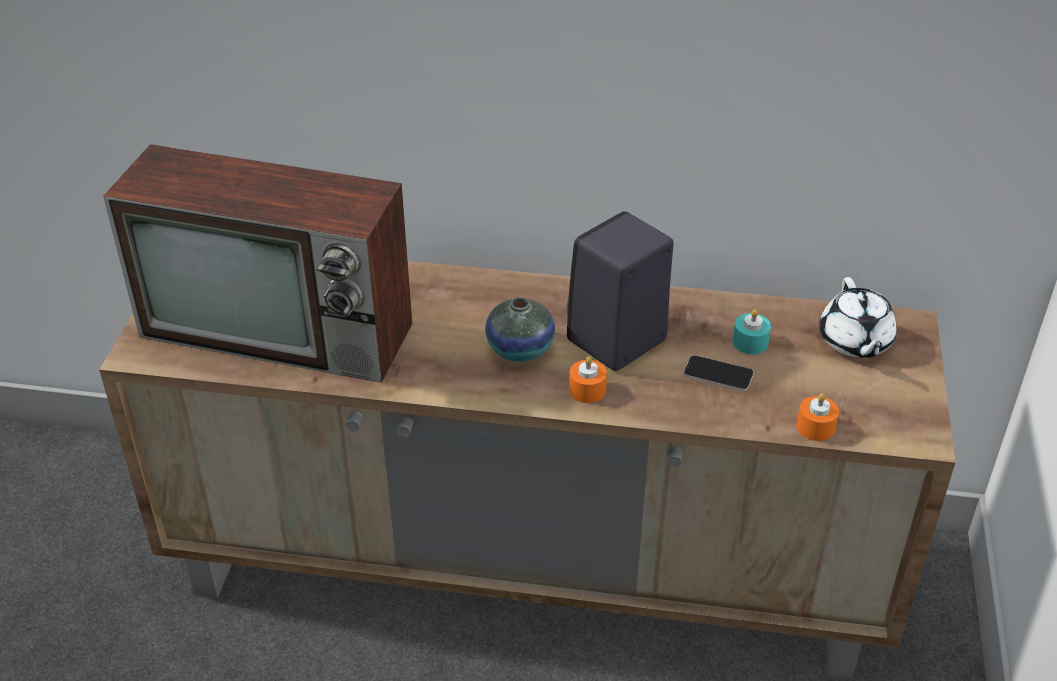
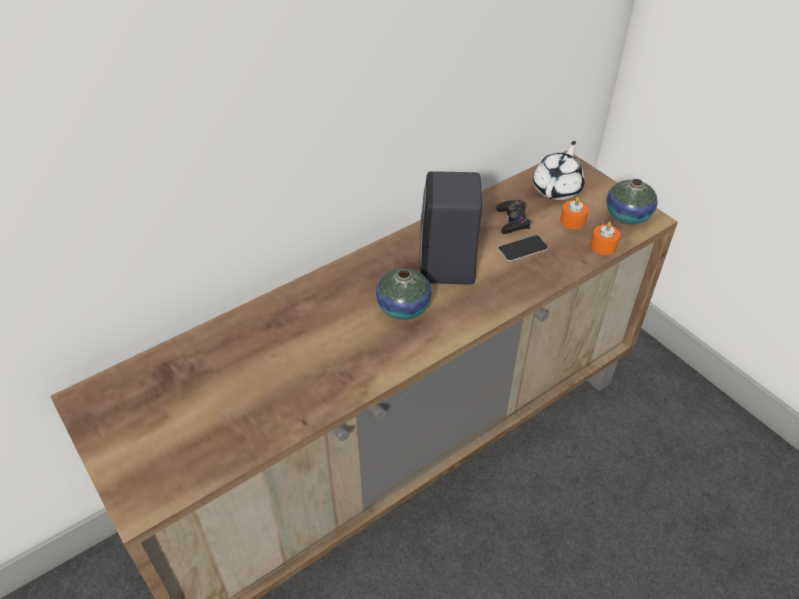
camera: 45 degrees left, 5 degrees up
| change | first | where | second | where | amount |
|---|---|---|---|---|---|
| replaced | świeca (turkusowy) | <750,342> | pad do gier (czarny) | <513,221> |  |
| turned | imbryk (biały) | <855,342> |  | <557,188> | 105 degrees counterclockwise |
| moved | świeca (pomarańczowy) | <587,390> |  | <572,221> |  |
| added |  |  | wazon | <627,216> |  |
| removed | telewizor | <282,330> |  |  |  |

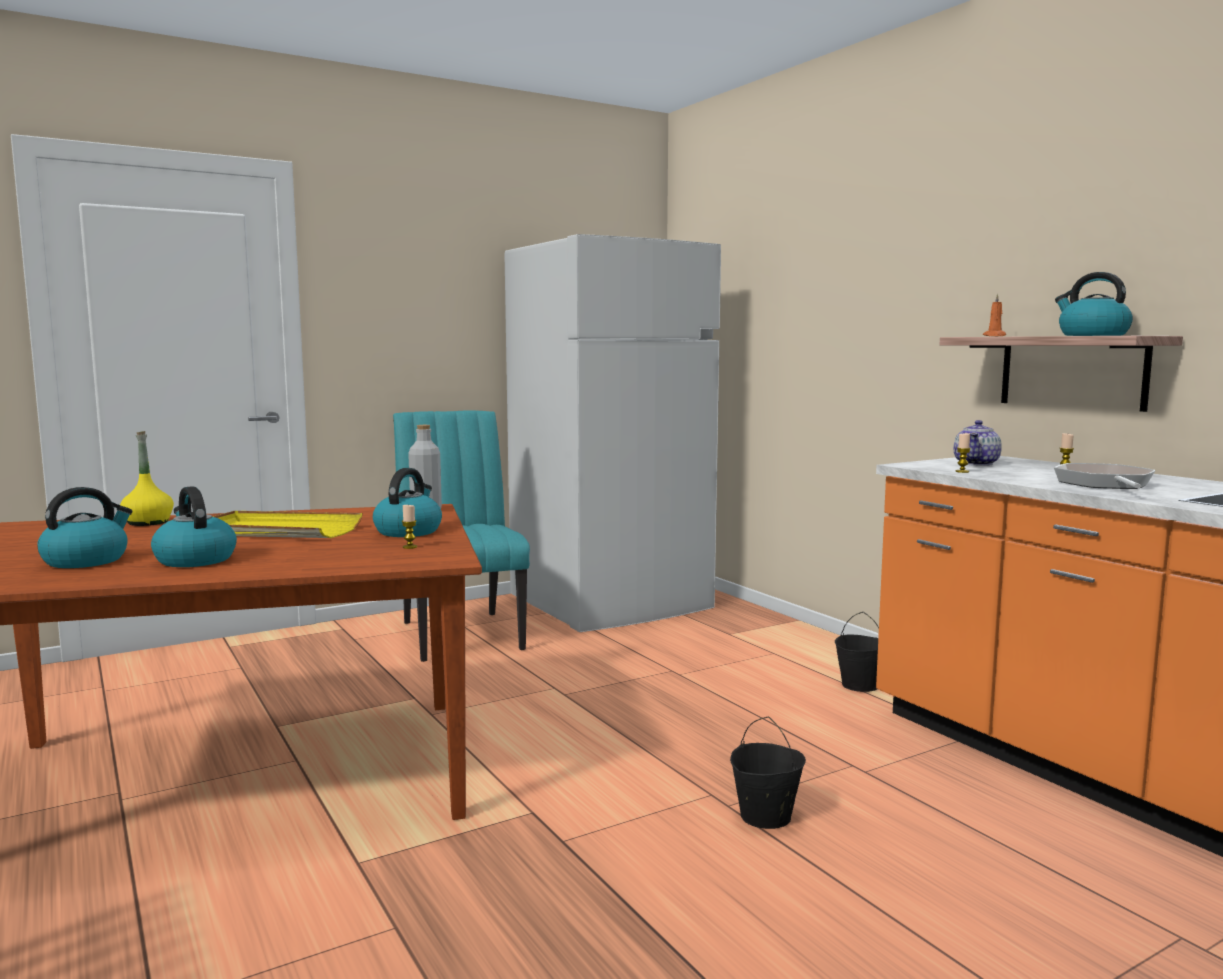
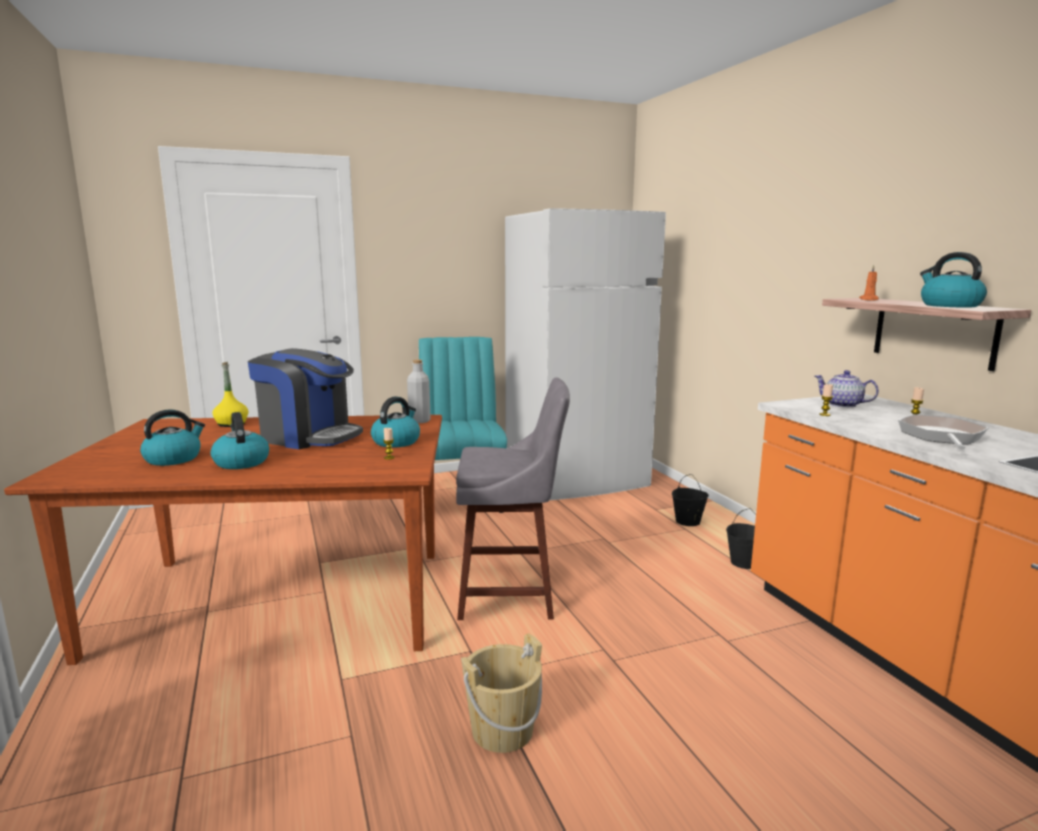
camera: 10 degrees right, 5 degrees up
| change | first | where | second | where | amount |
|---|---|---|---|---|---|
| replaced | taca (żółty) | <277,531> | ekspres do kawy | <309,437> |  |
| added |  |  | krzesło (szary) | <512,593> |  |
| added |  |  | wiadro (beżowy) | <502,730> |  |
| moved | wiadro (czarny) | <765,817> |  | <687,521> |  |
| turned | imbryk | <977,463> |  | <843,405> | 90 degrees clockwise |

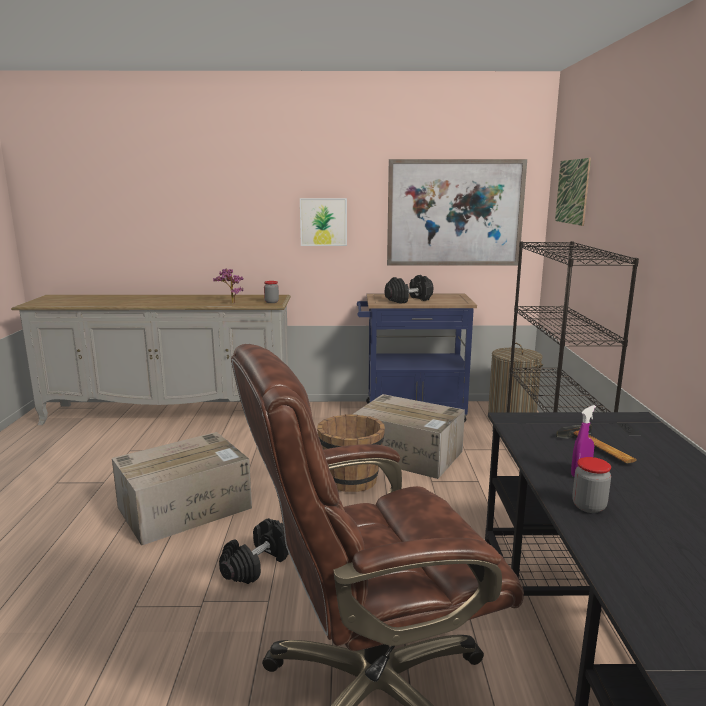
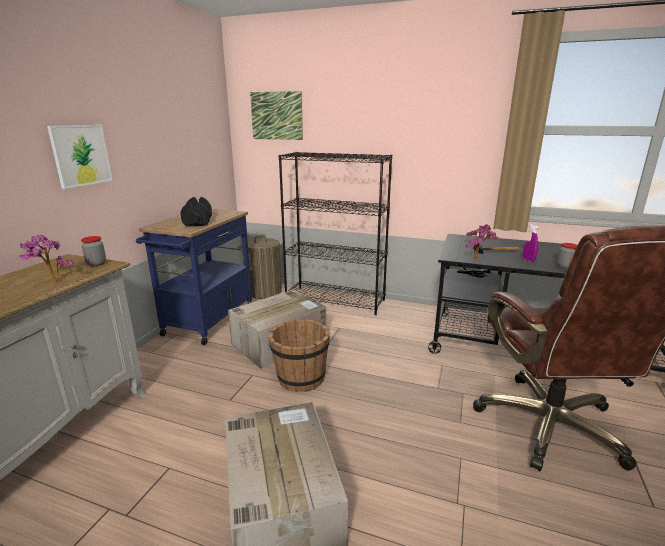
camera: 70 degrees left, 5 degrees up
| change | first | where | second | where | amount |
|---|---|---|---|---|---|
| added |  |  | roślina doniczkowa | <477,260> |  |
| removed | hantel (czarny) | <257,565> |  |  |  |
| removed | obraz | <455,213> |  |  |  |

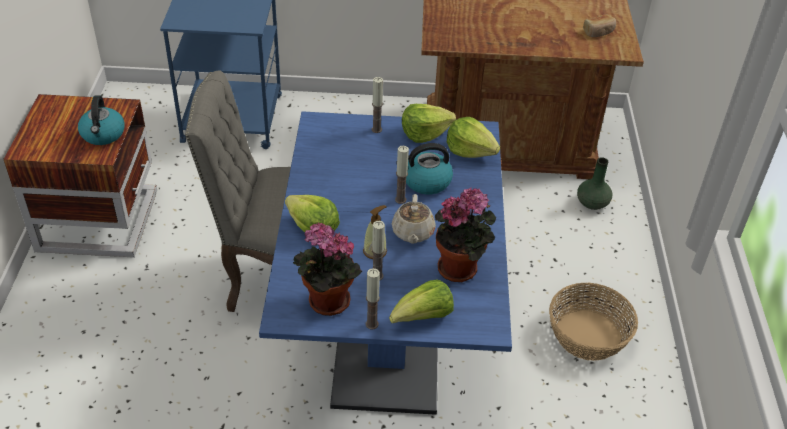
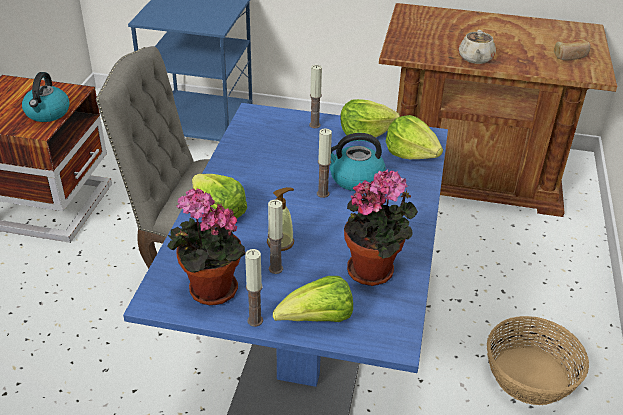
camera: 10 degrees right, 5 degrees down
| change | first | where | second | where | amount |
|---|---|---|---|---|---|
| moved | imbryk (beżowy) | <413,233> |  | <475,58> |  |
| removed | wazon (zielony) | <592,203> |  |  |  |

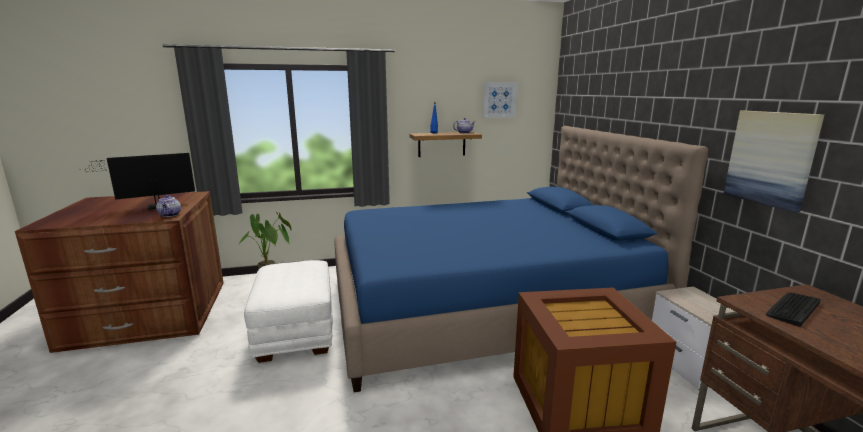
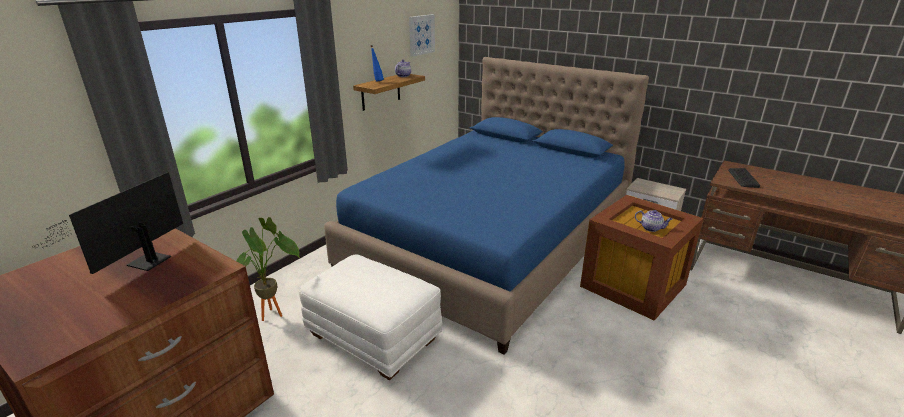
camera: 40 degrees left, 10 degrees up
| change | first | where | second | where | amount |
|---|---|---|---|---|---|
| moved | imbryk | <170,215> |  | <651,228> |  |
| removed | obraz | <770,158> |  |  |  |

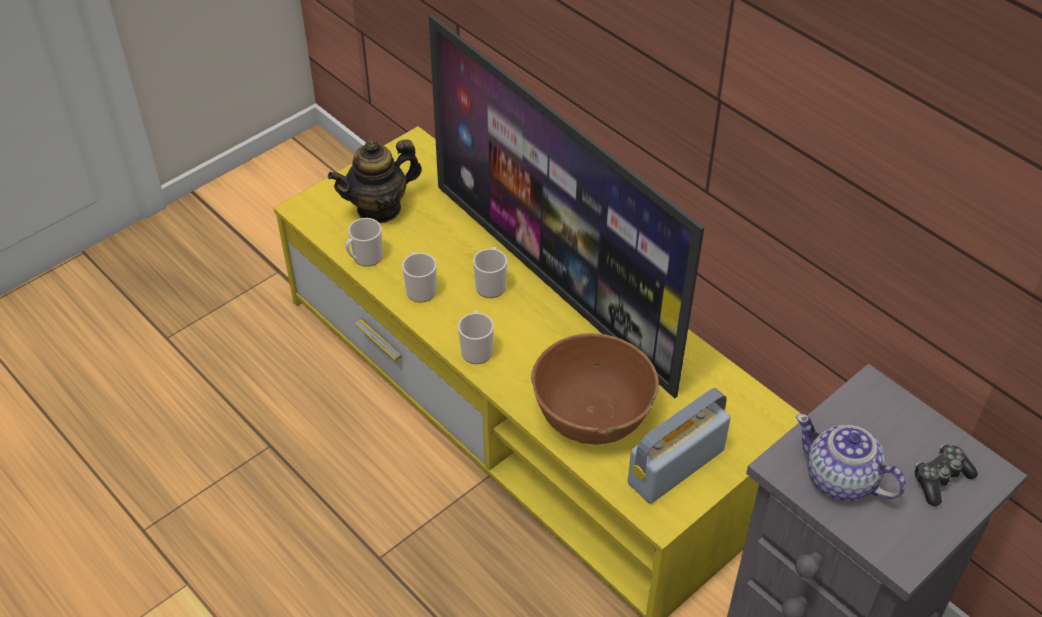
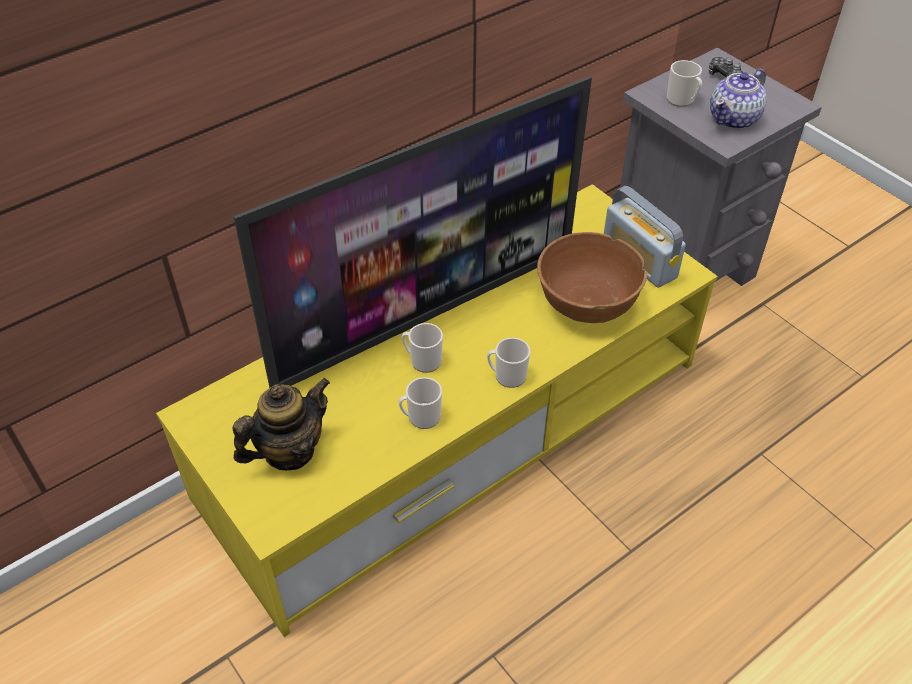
camera: 85 degrees left, 0 degrees up
| change | first | where | second | where | amount |
|---|---|---|---|---|---|
| turned | imbryk | <379,208> |  | <289,451> | 105 degrees counterclockwise |
| moved | kubek | <365,258> |  | <682,100> |  |

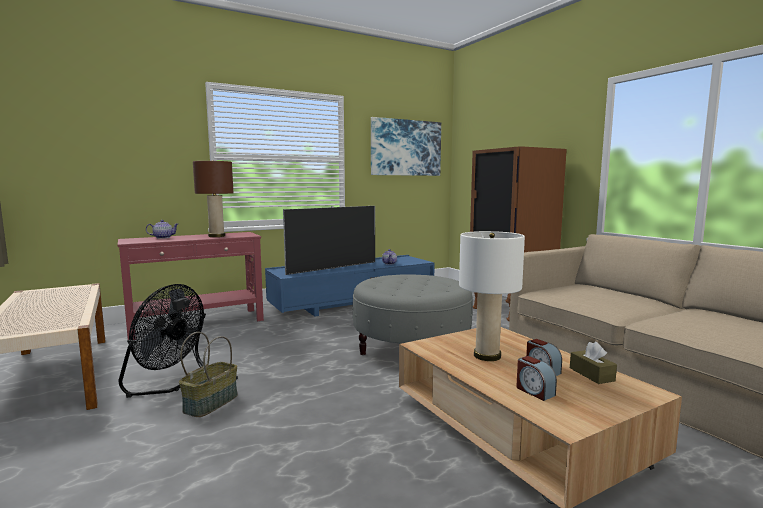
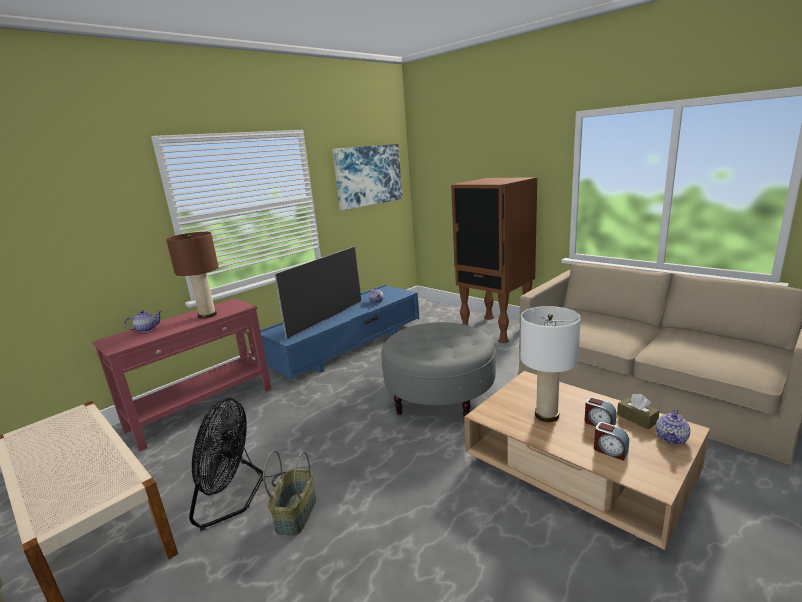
camera: 15 degrees left, 10 degrees up
| change | first | where | second | where | amount |
|---|---|---|---|---|---|
| added |  |  | imbryk | <671,438> |  |

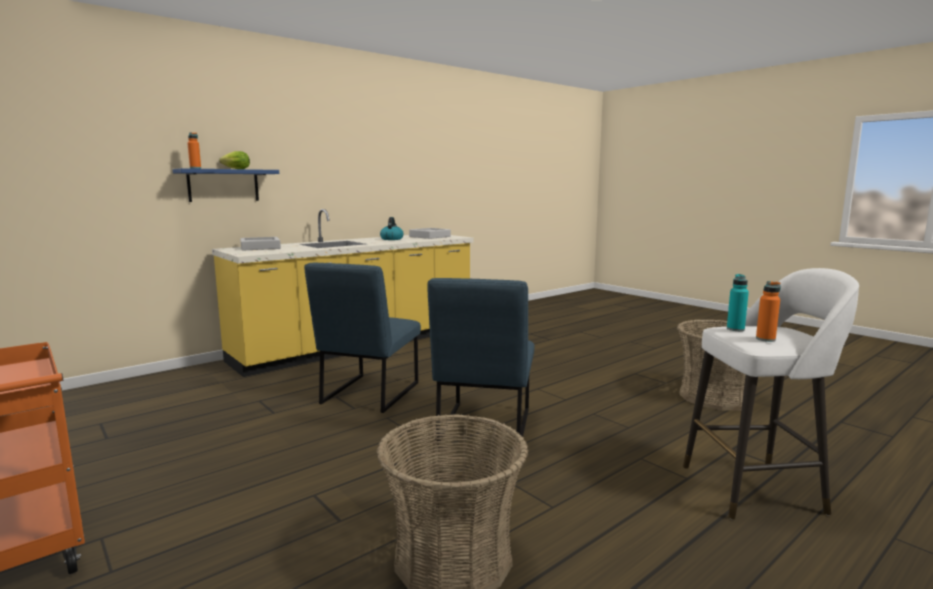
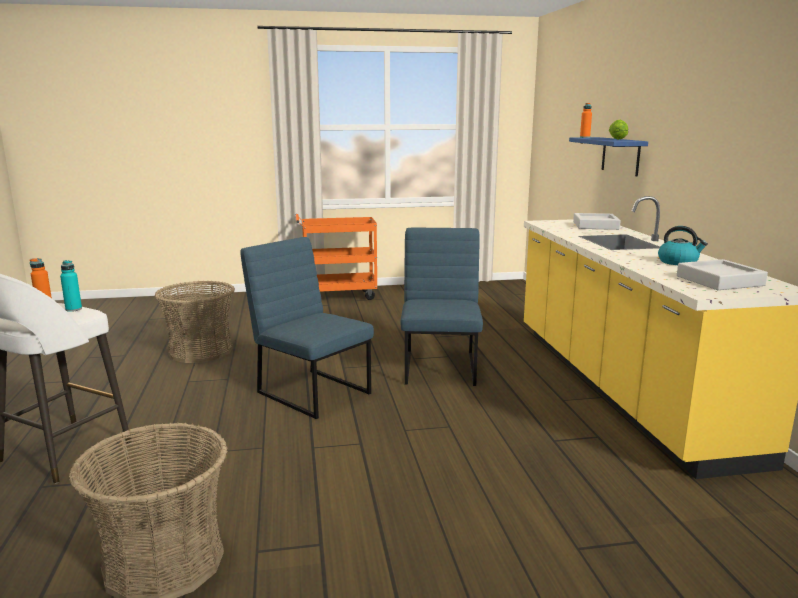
camera: 120 degrees right, 5 degrees up
| change | first | where | second | where | amount |
|---|---|---|---|---|---|
| turned | krzesło (niebieski) | <368,394> |  | <440,367> | 45 degrees clockwise |

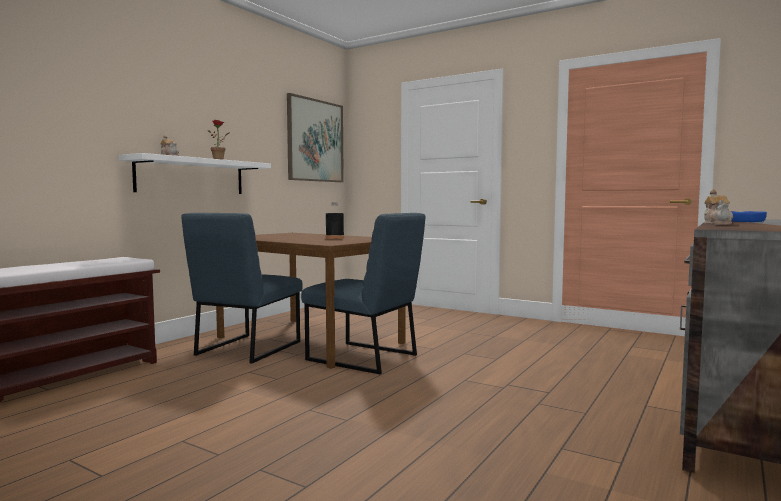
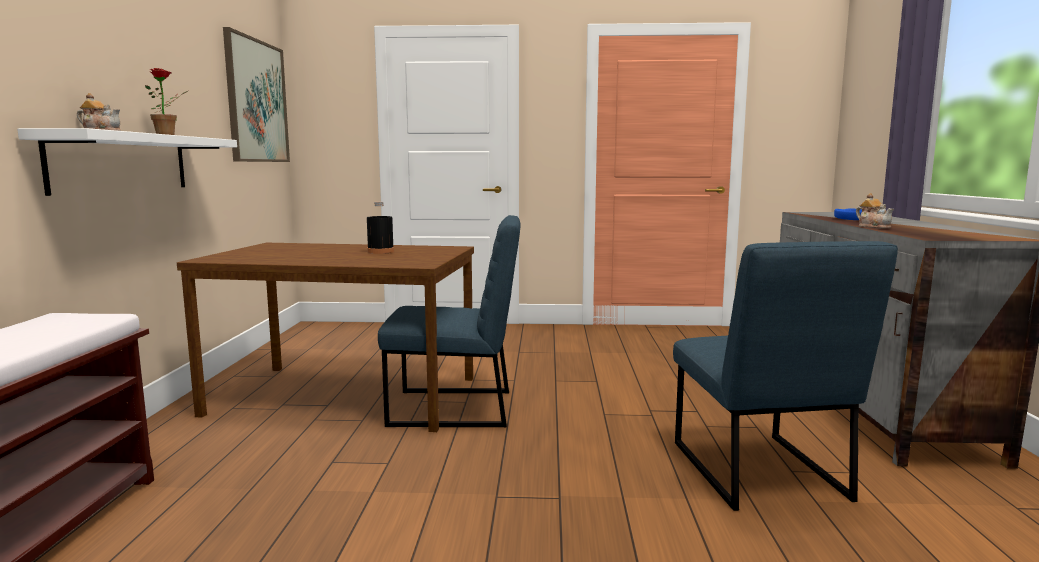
camera: 30 degrees left, 5 degrees up
| change | first | where | second | where | amount |
|---|---|---|---|---|---|
| moved | krzesło (niebieski) | <246,349> |  | <759,472> |  |

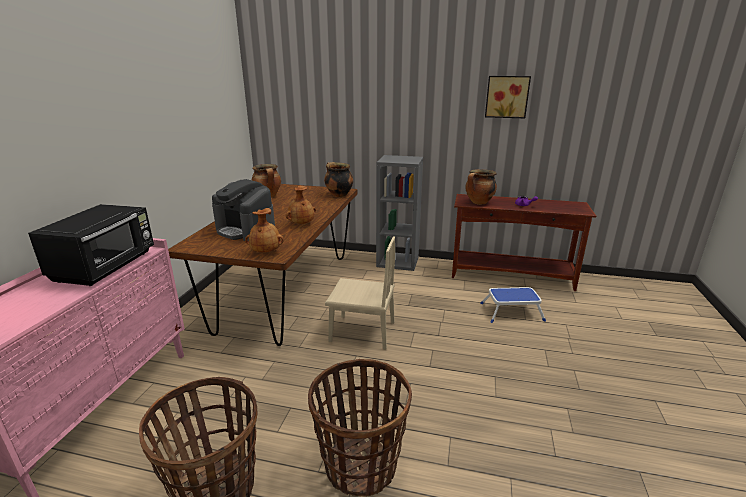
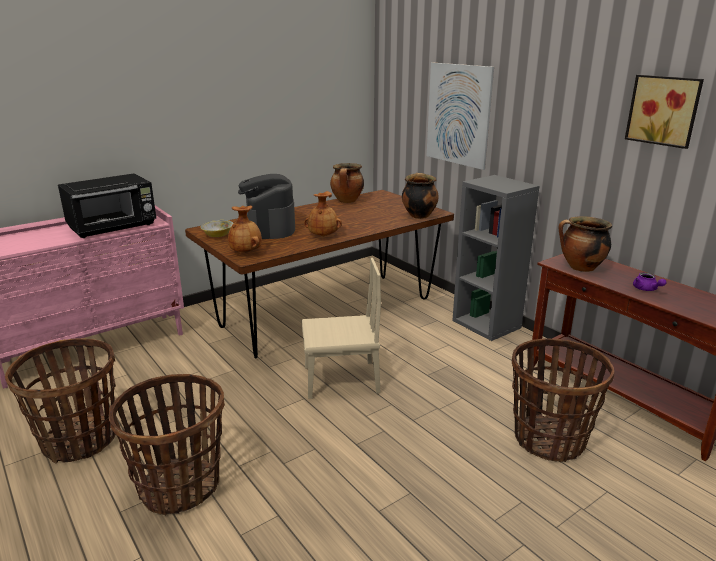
camera: 40 degrees right, 0 degrees up
| change | first | where | second | where | amount |
|---|---|---|---|---|---|
| added |  |  | miska | <218,235> |  |
| turned | krzesło (beżowy) | <362,331> |  | <341,379> | 60 degrees counterclockwise |
| added |  |  | obraz | <458,115> |  |
| replaced | drabinka (niebieski) | <511,311> | koszyk | <549,439> |  |

